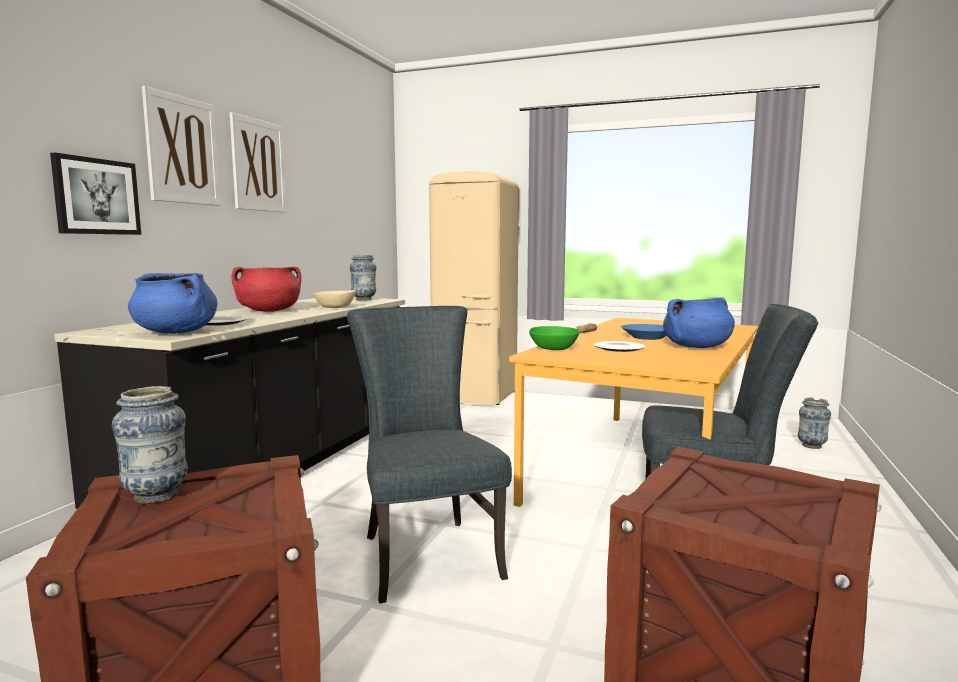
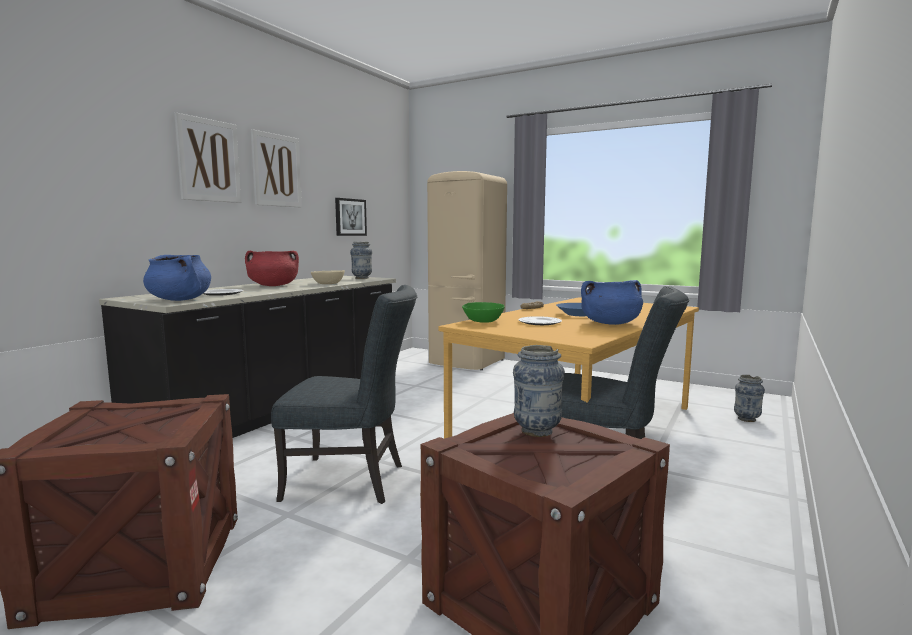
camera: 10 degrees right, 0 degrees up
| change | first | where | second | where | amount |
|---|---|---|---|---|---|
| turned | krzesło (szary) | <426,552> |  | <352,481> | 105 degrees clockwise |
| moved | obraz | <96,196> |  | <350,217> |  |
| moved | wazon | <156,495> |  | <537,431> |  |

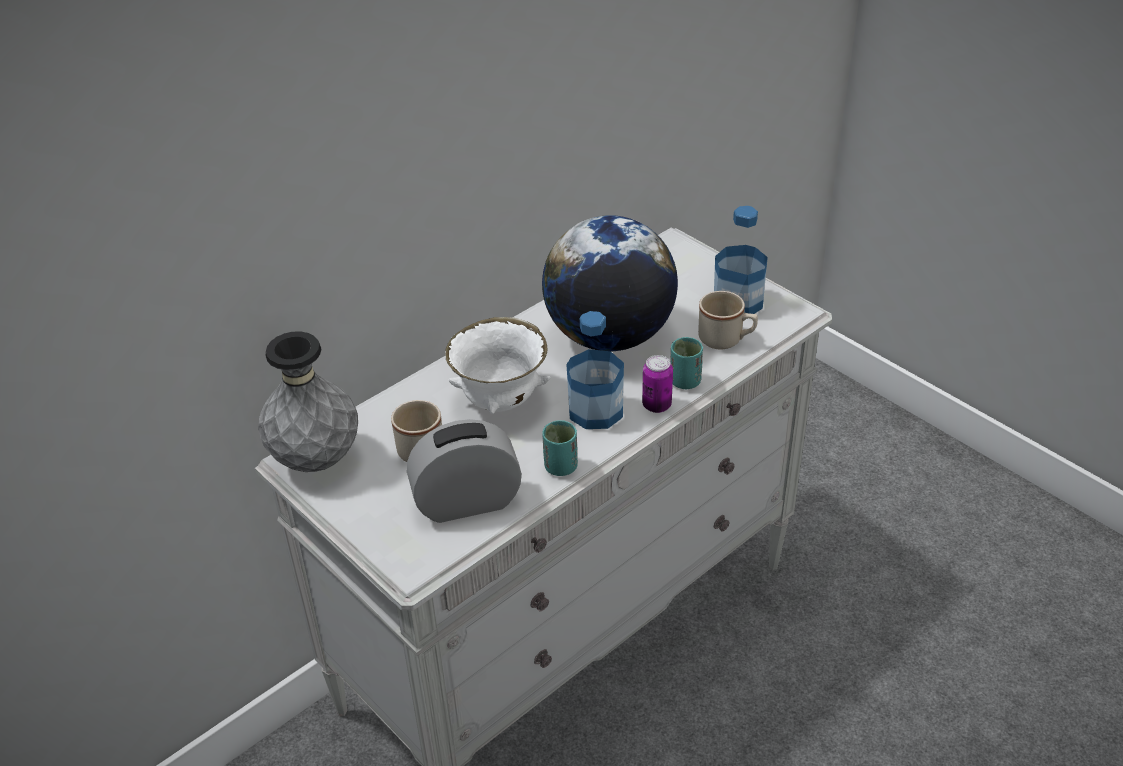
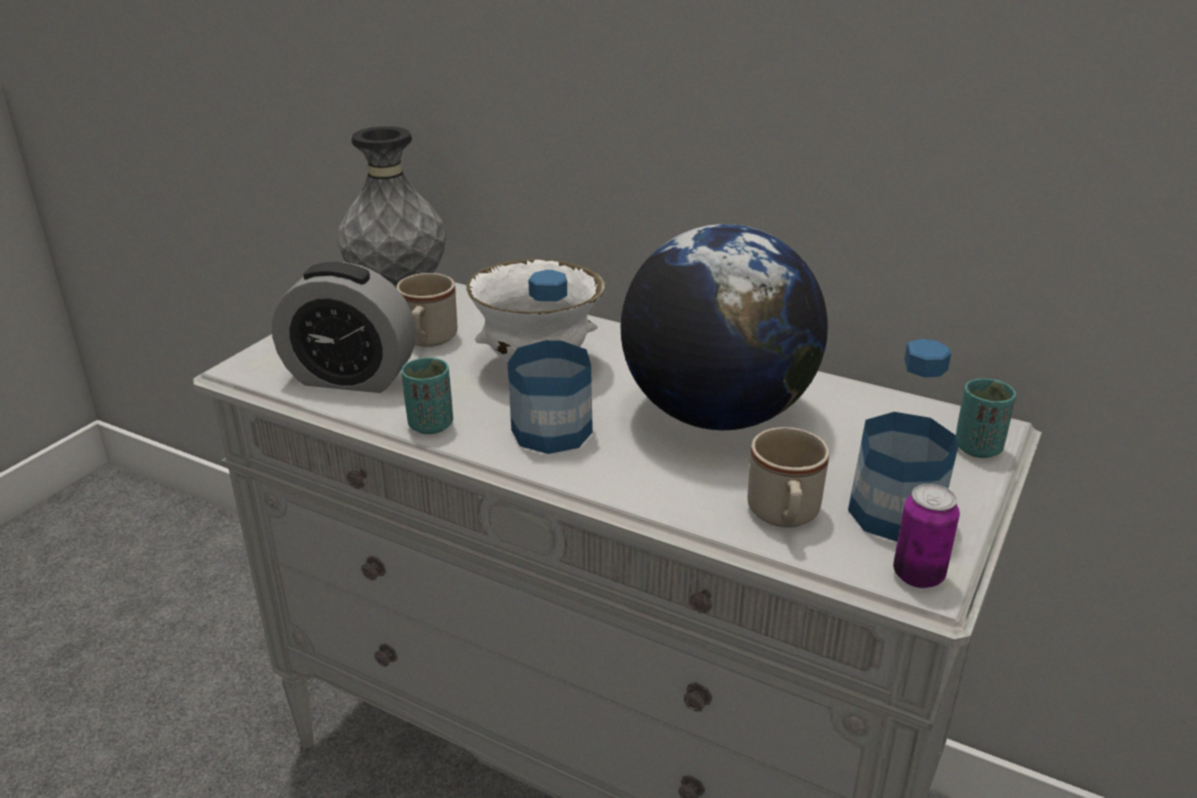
camera: 70 degrees right, 10 degrees down
| change | first | where | second | where | amount |
|---|---|---|---|---|---|
| turned | budzik | <467,502> |  | <351,378> | 135 degrees clockwise |
| moved | puszka | <656,405> |  | <918,575> |  |
| moved | filiżanka (turkusowy) | <685,381> |  | <977,448> |  |

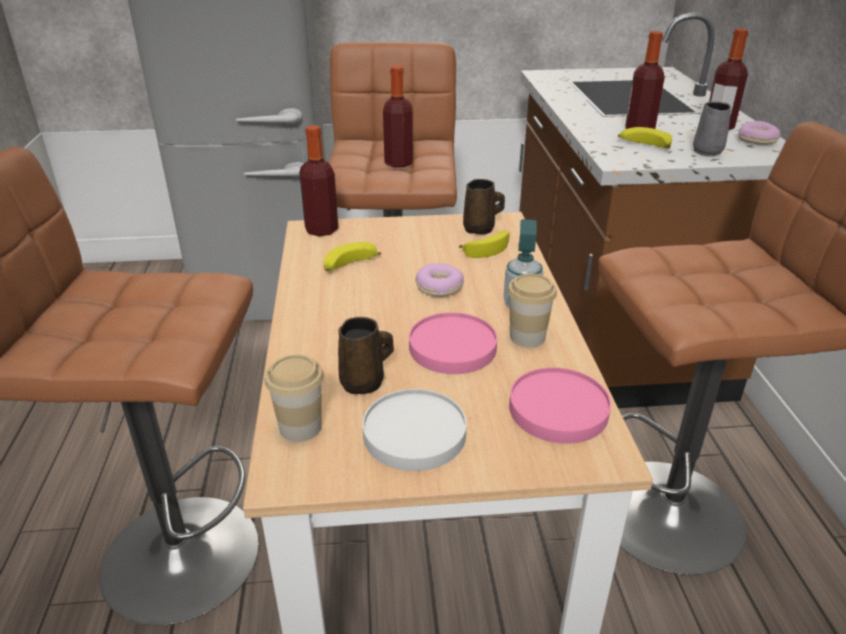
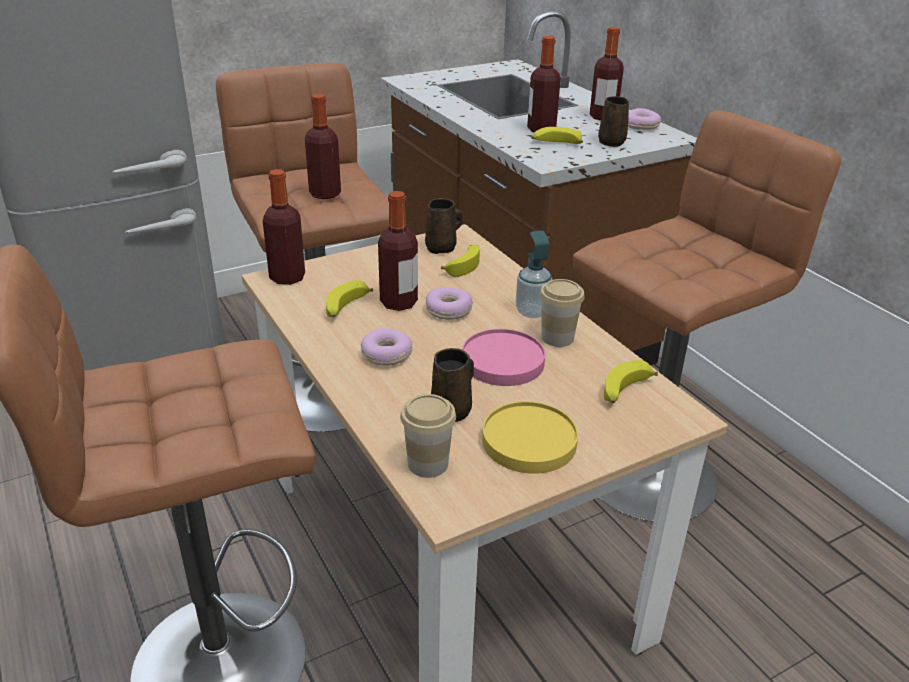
camera: 25 degrees left, 0 degrees up
| change | first | where | second | where | amount |
|---|---|---|---|---|---|
| added |  |  | donut | <386,355> |  |
| added |  |  | butelka | <399,303> |  |
| recoloured | talerz (biały) | <413,434> | talerz (żółty) | <528,442> |  |
| recoloured | kubek (szary) | <708,151> | kubek (brązowy) | <611,142> |  |
| replaced | talerz (różowy) | <558,410> | banan | <625,391> |  |

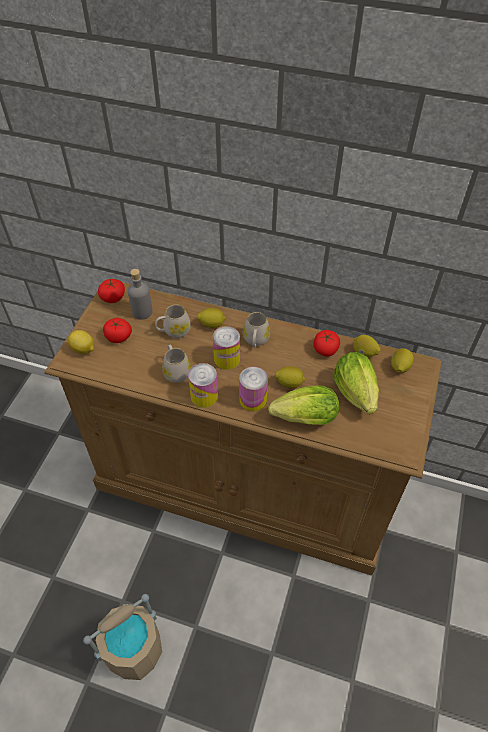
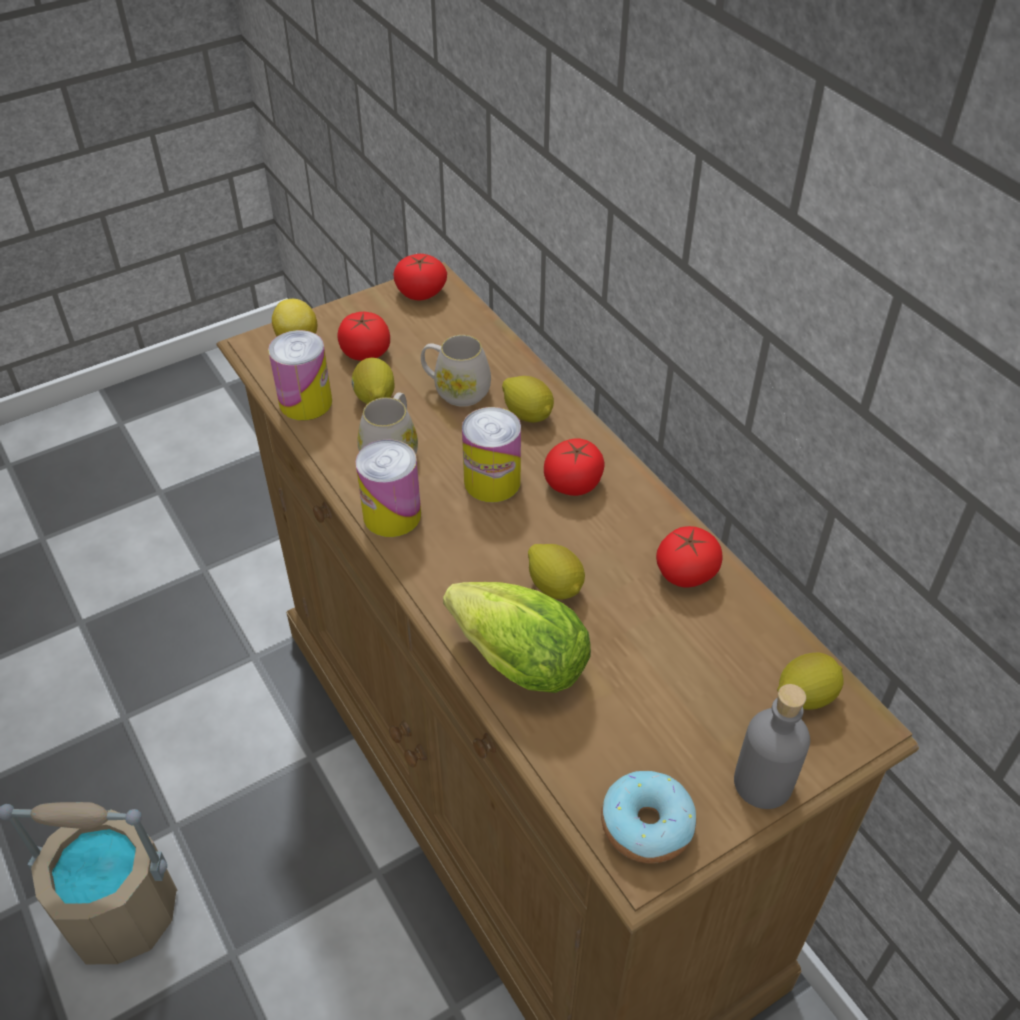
camera: 40 degrees right, 5 degrees down
| change | first | where | second | where | amount |
|---|---|---|---|---|---|
| moved | puszka | <253,399> |  | <305,402> |  |
| moved | cytryna | <364,353> |  | <374,399> |  |
| replaced | kubek (biały) | <255,341> | pomidor | <573,482> |  |
| added |  |  | donut | <647,825> |  |
| moved | butelka (szary) | <142,312> |  | <763,783> |  |
| removed | sałata | <356,396> |  |  |  |

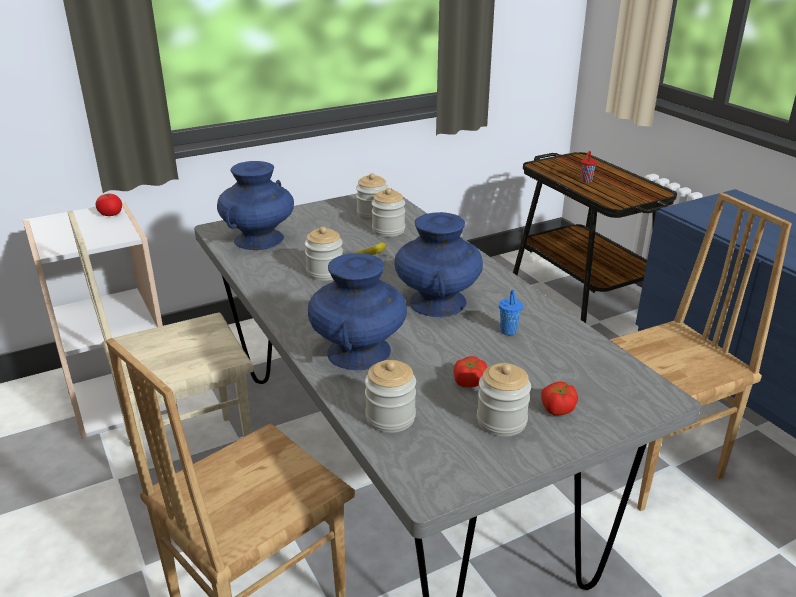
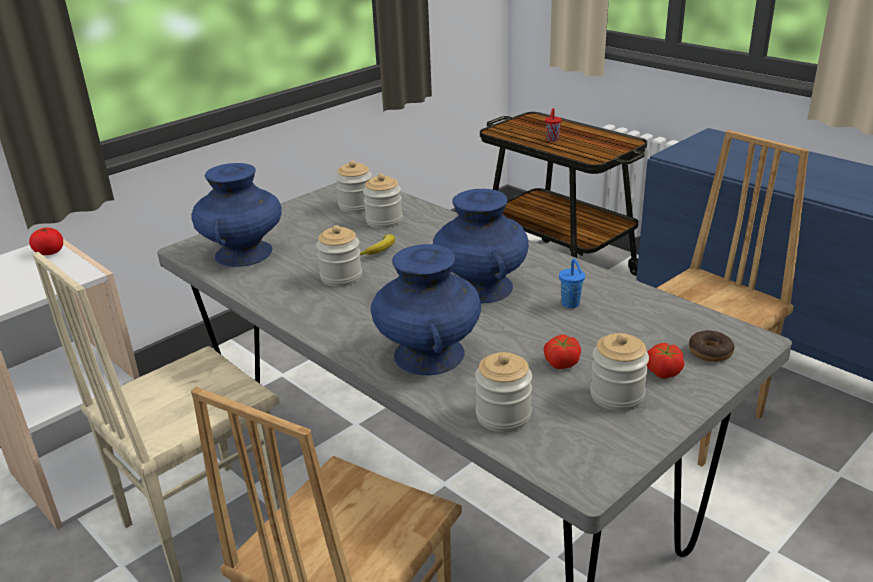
camera: 15 degrees left, 0 degrees up
| change | first | where | second | where | amount |
|---|---|---|---|---|---|
| added |  |  | donut | <710,352> |  |

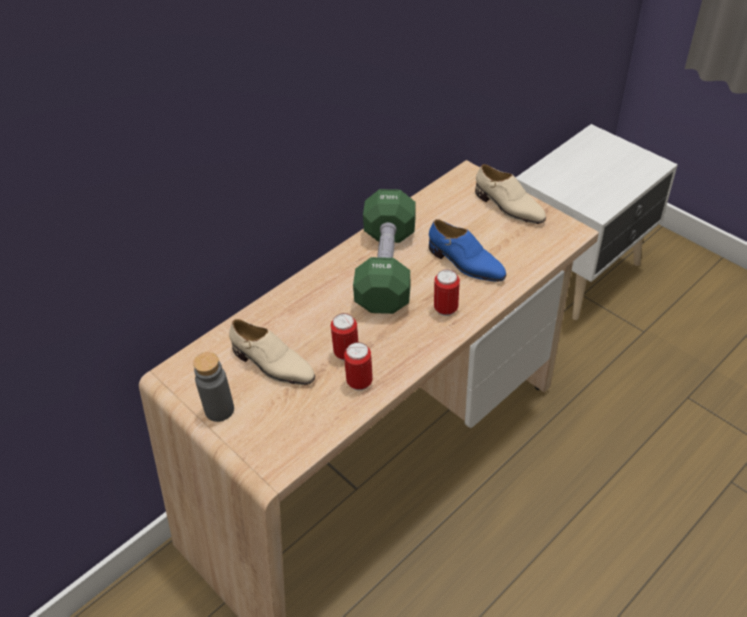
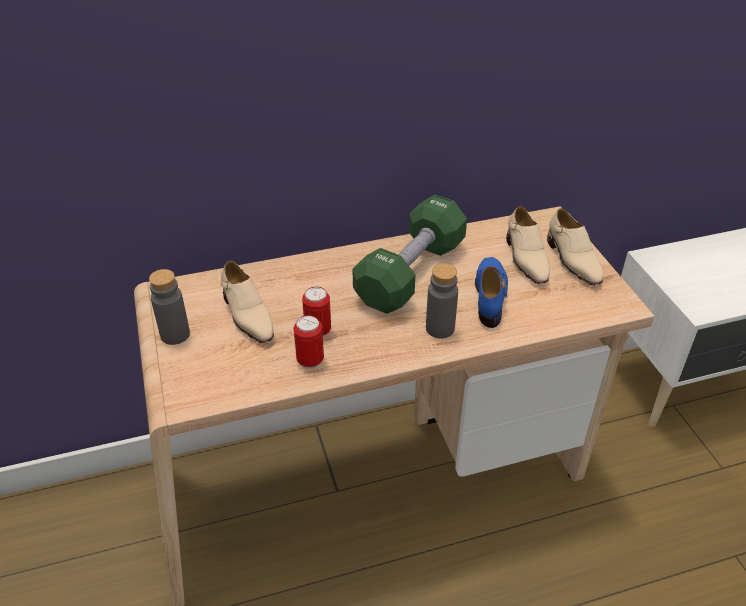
camera: 25 degrees right, 5 degrees down
| change | first | where | second | where | amount |
|---|---|---|---|---|---|
| replaced | puszka | <446,309> | butelka (szary) | <440,328> |  |
| turned | but (niebieski) | <465,263> |  | <490,295> | 150 degrees counterclockwise |
| added |  |  | but (beżowy) | <525,259> |  |

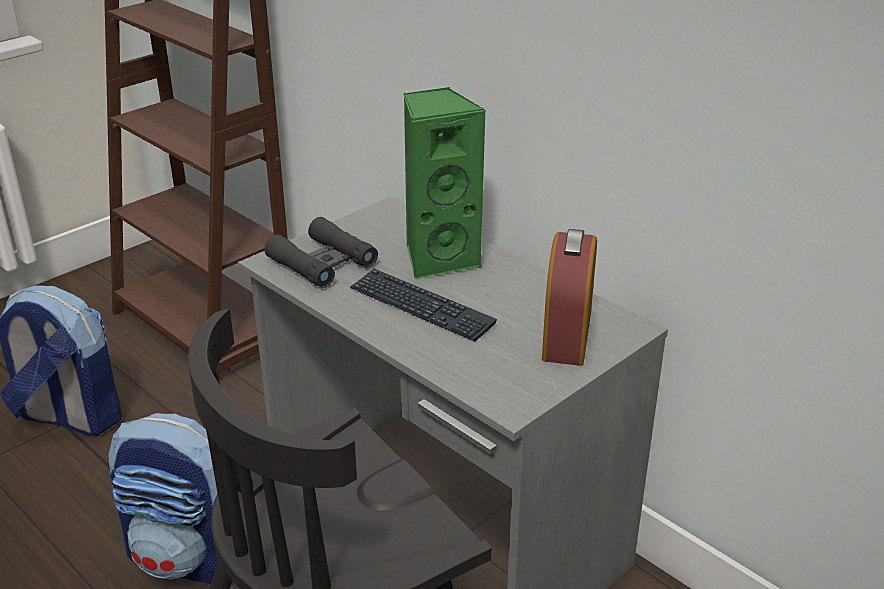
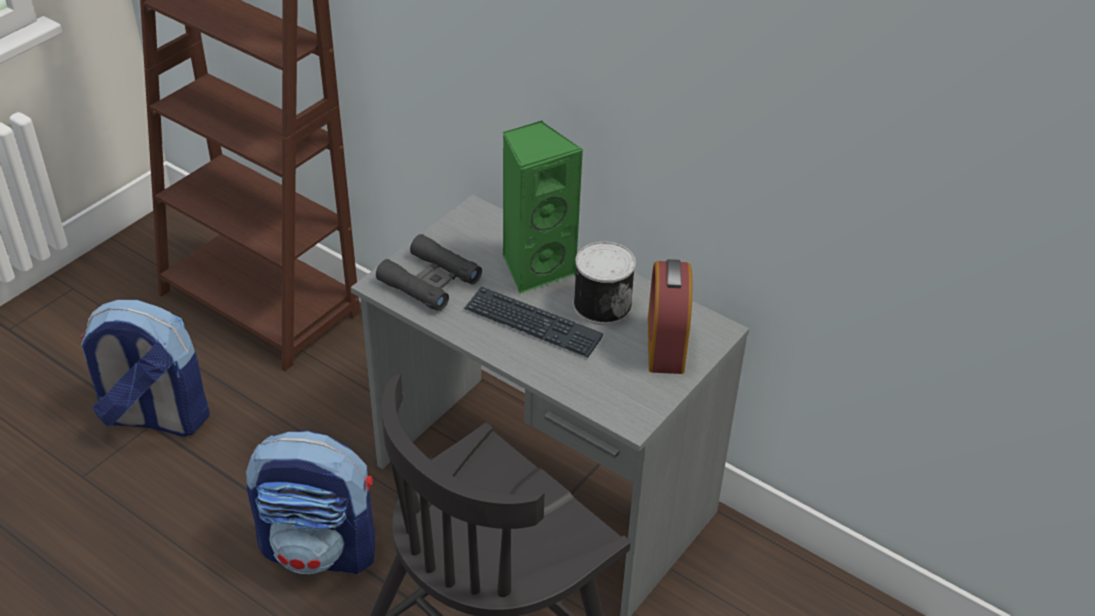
camera: 10 degrees left, 10 degrees up
| change | first | where | second | where | amount |
|---|---|---|---|---|---|
| added |  |  | puszka | <601,304> |  |

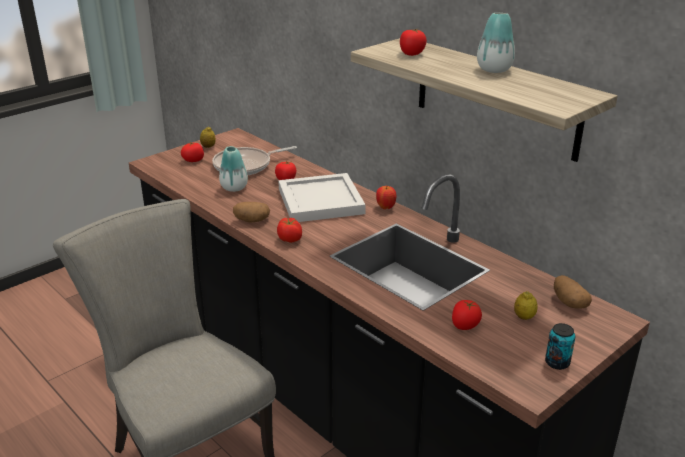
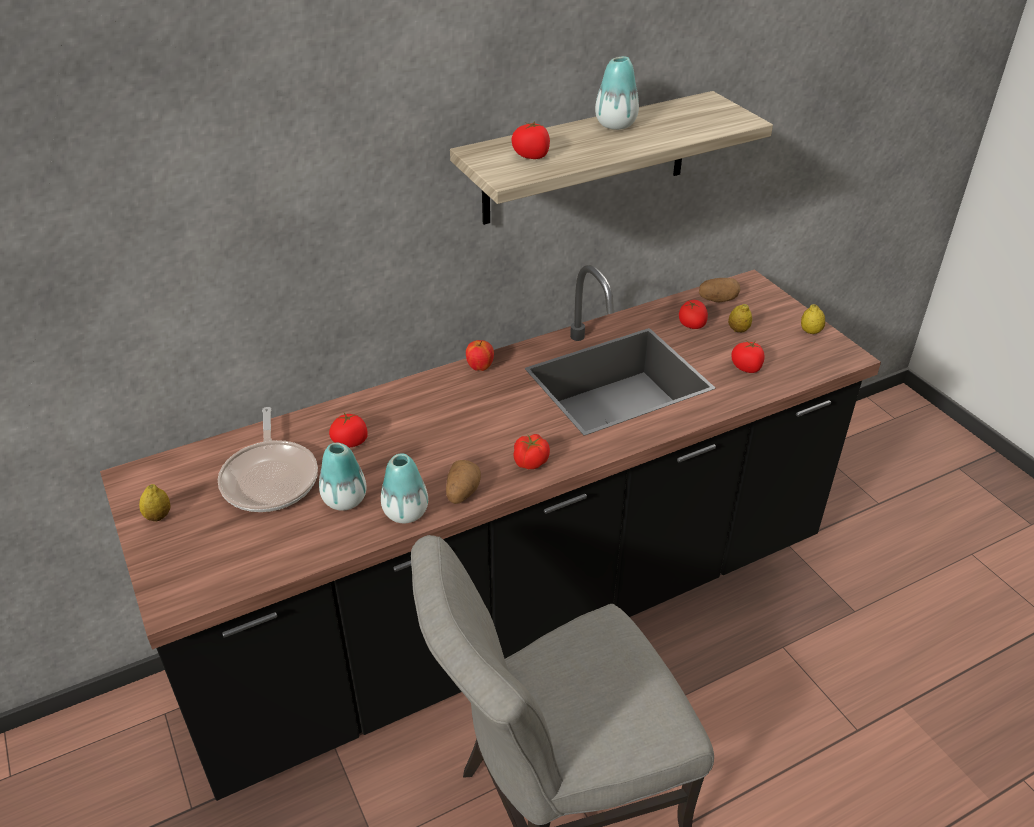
camera: 75 degrees left, 10 degrees up
| change | first | where | second | where | amount |
|---|---|---|---|---|---|
| added |  |  | wazon | <406,512> |  |
| moved | pomidor | <193,160> |  | <692,325> |  |
| replaced | puszka | <557,363> | cytryna | <810,332> |  |
| removed | taca (biały) | <322,201> |  |  |  |

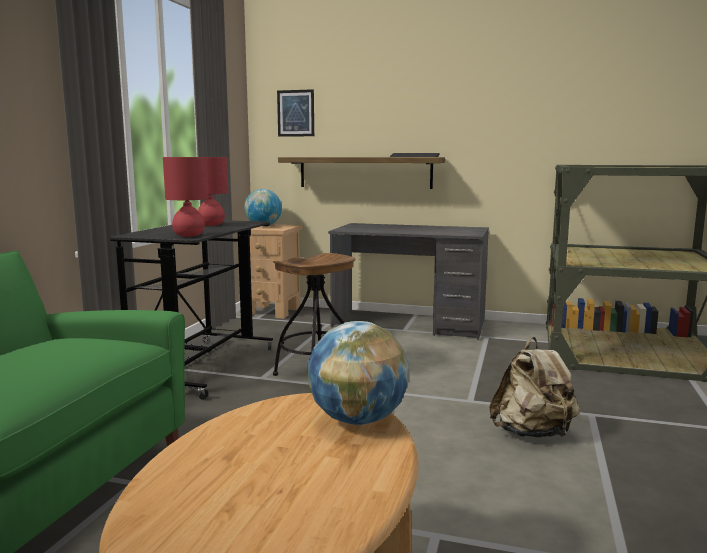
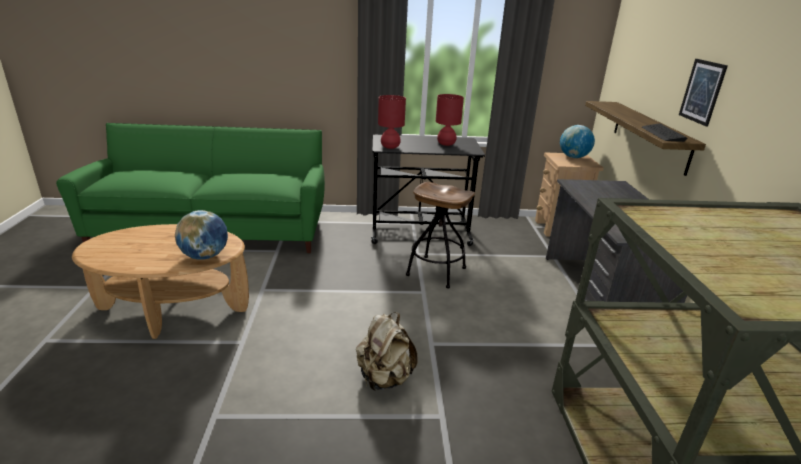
camera: 70 degrees right, 15 degrees up
| change | first | where | second | where | amount |
|---|---|---|---|---|---|
| moved | obraz | <295,113> |  | <702,91> |  |

